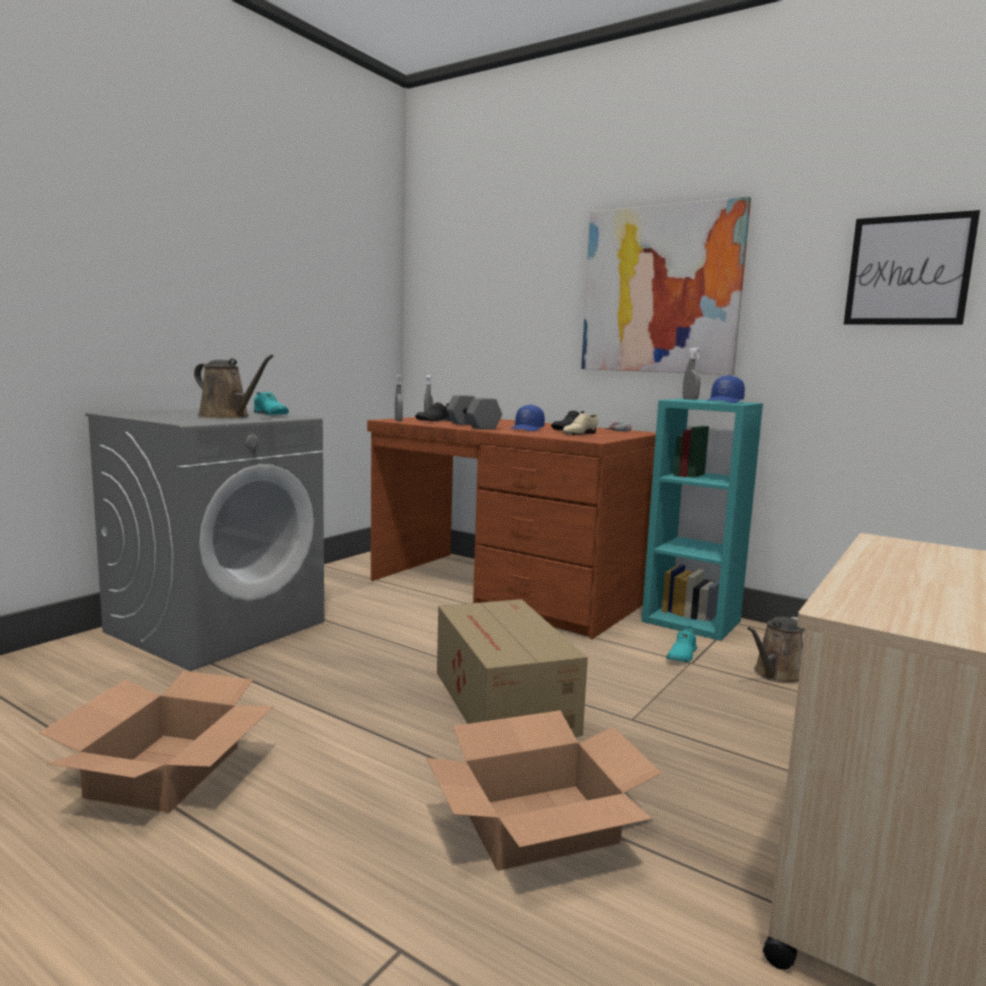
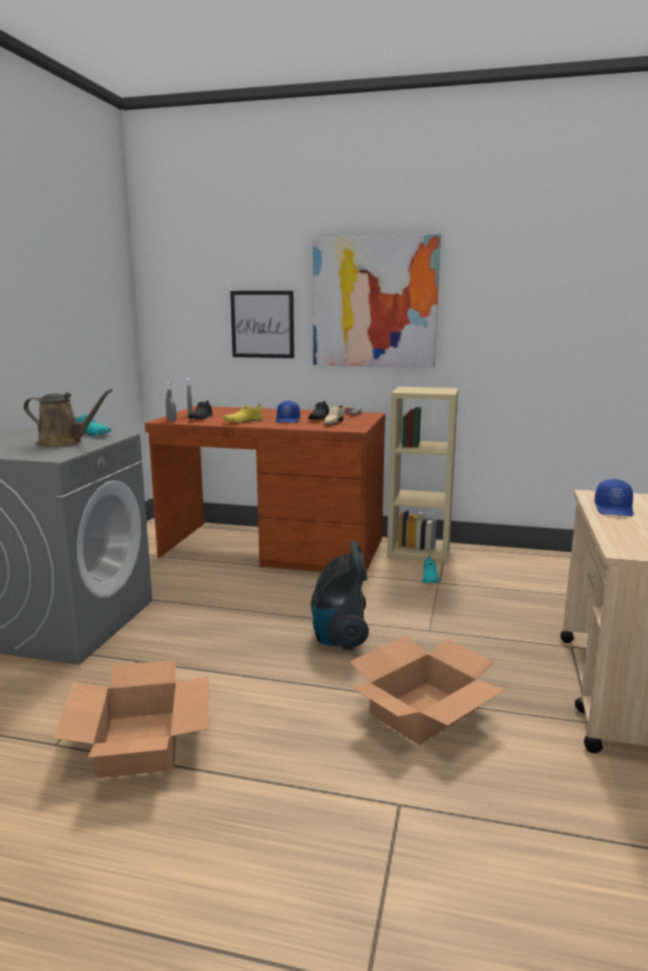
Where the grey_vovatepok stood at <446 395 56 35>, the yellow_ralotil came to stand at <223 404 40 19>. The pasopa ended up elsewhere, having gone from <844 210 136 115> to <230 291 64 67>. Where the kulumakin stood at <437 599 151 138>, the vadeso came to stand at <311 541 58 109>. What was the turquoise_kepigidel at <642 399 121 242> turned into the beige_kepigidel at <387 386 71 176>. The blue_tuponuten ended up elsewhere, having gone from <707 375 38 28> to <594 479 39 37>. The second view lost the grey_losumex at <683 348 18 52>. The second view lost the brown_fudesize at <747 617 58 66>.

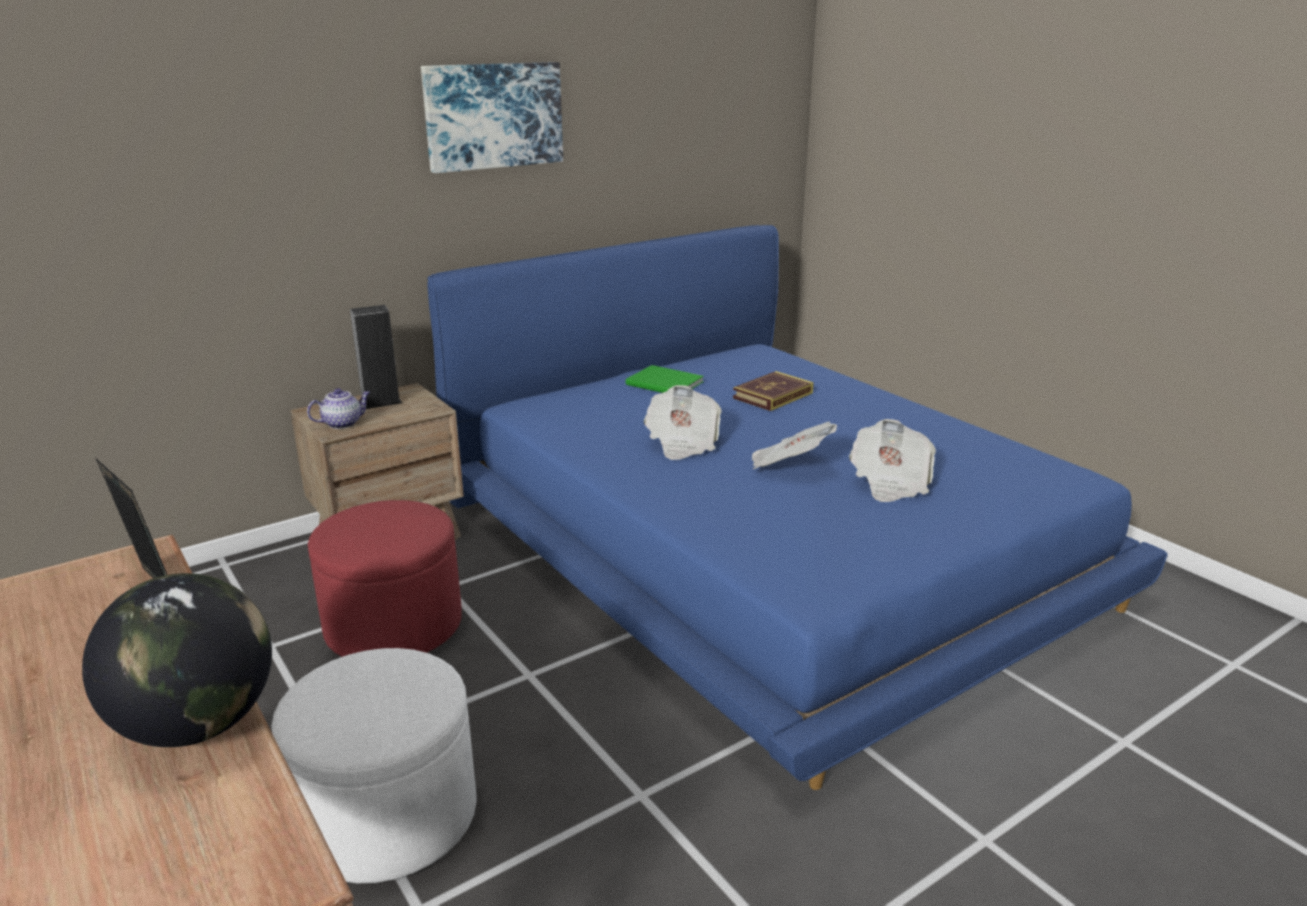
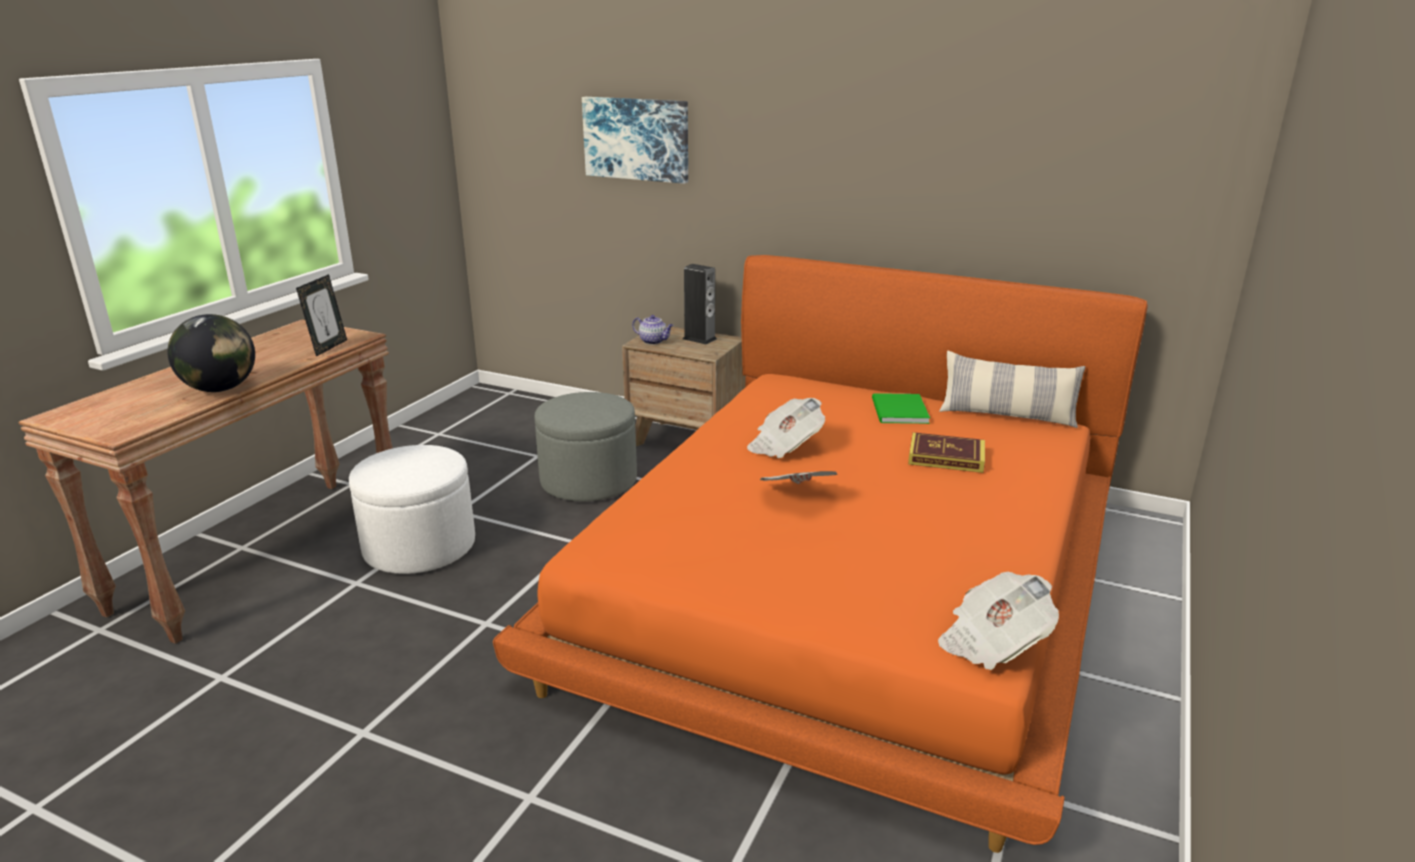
What was the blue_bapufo at <427 225 741 565> turned into the orange_bapufo at <493 255 655 598>. What was the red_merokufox at <308 500 154 157> turned into the grey_merokufox at <534 392 103 109>. The pasopa ended up elsewhere, having gone from <421 62 142 111> to <582 97 106 87>. The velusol ended up elsewhere, having gone from <849 419 87 83> to <938 572 121 98>. The second view gained the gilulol at <939 350 146 78>.

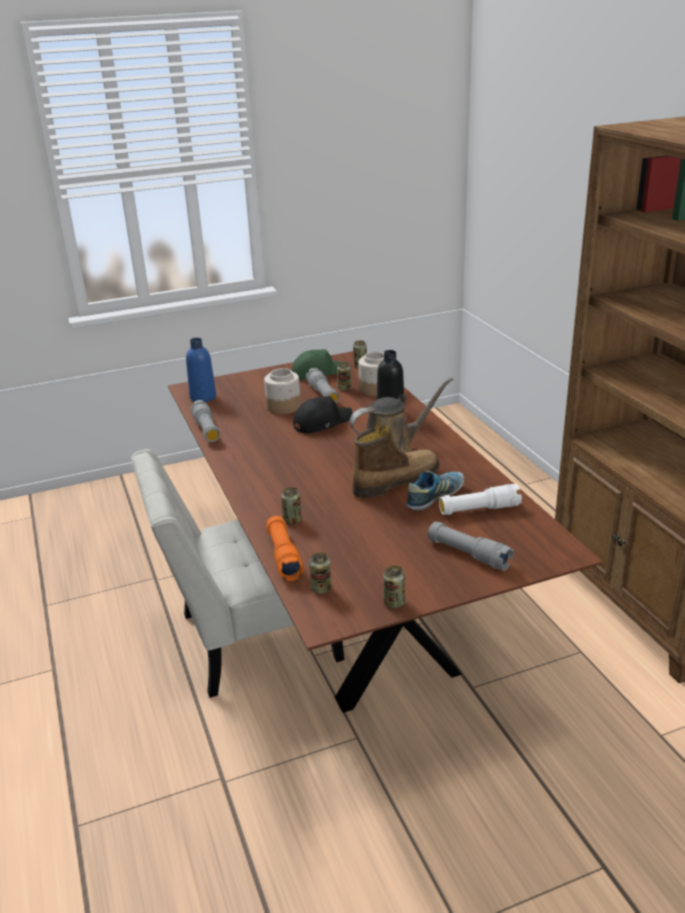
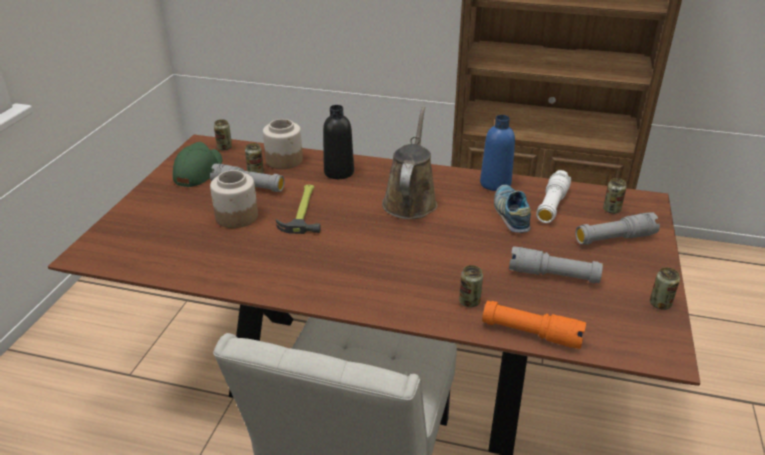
Where the black_tuponuten stood at <293 396 59 37>, the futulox came to stand at <276 185 45 49>. The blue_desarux ended up elsewhere, having gone from <186 338 30 64> to <480 115 35 76>. The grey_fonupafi ended up elsewhere, having gone from <191 400 29 42> to <509 246 94 37>. The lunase ended up elsewhere, having gone from <309 552 23 42> to <603 178 24 36>. The second view lost the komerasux at <353 425 87 73>.

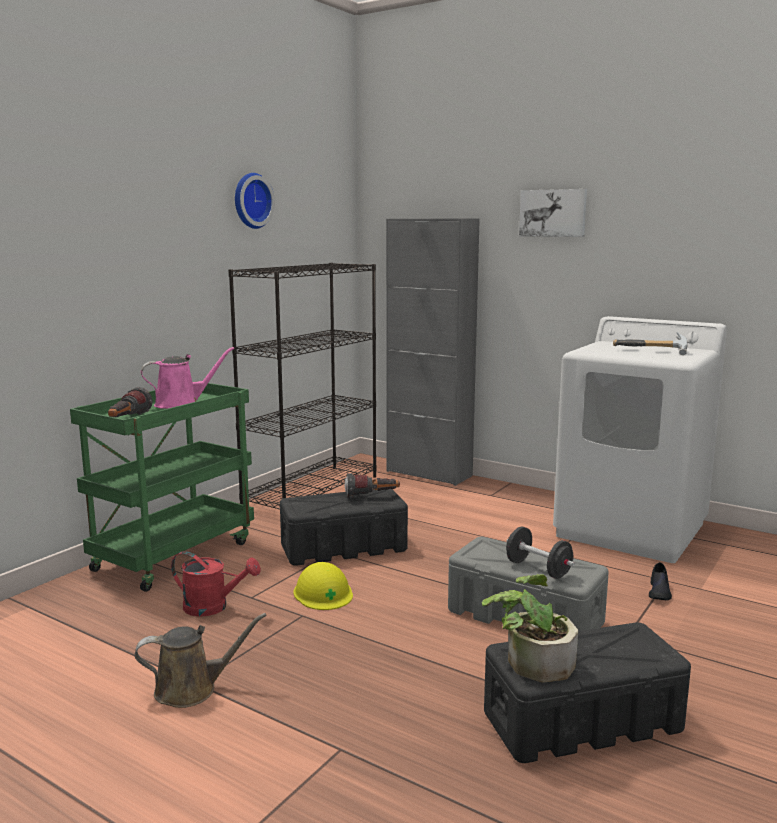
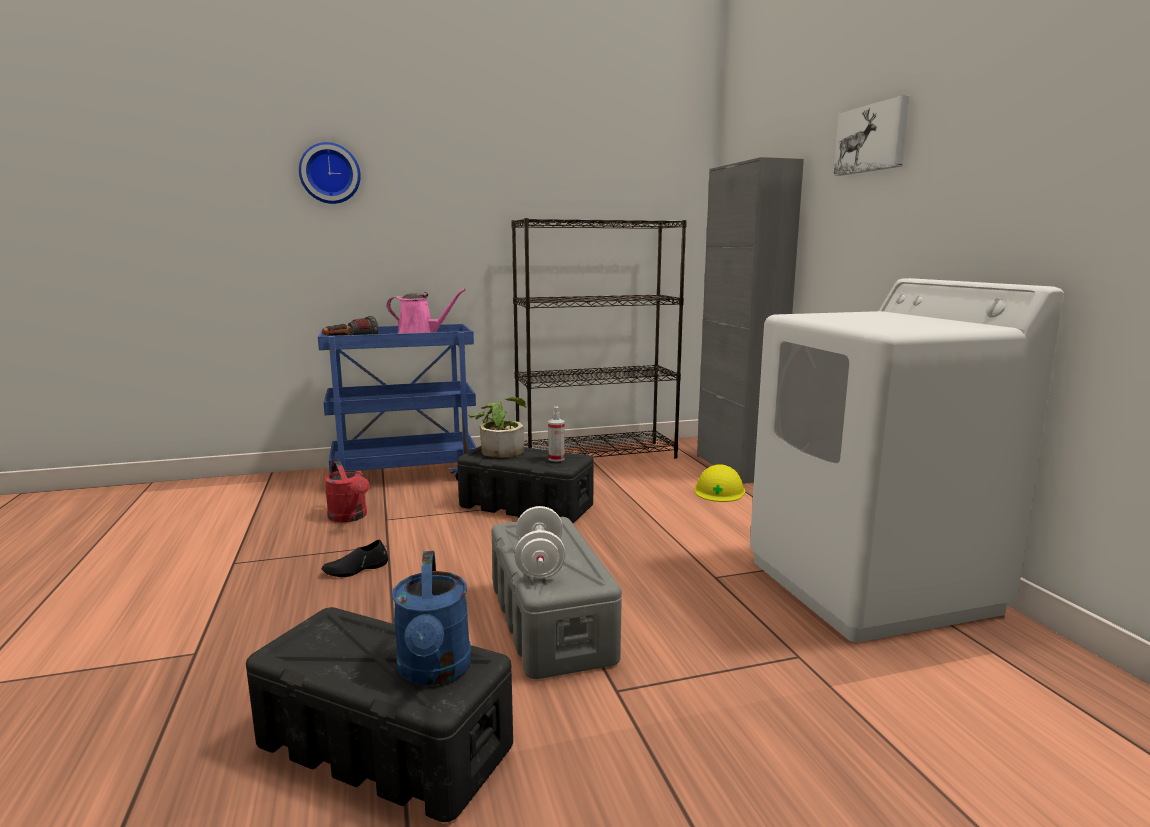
The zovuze ended up elsewhere, having gone from <235 173 40 56> to <299 142 62 62>. What was the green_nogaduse at <70 381 184 211> turned into the blue_nogaduse at <318 324 159 156>. The black_ralotil ended up elsewhere, having gone from <649 562 23 38> to <322 539 66 38>. The second view gained the blue_fudesize at <392 551 79 134>. The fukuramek ended up elsewhere, having gone from <482 574 96 109> to <468 397 59 61>. What was the black_vovatepok at <506 527 69 52> turned into the white_vovatepok at <515 506 50 73>. Where the fonupafi stood at <345 473 55 25>, the losumex came to stand at <548 406 17 56>. The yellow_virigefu ended up elsewhere, having gone from <293 562 60 48> to <695 464 50 38>. The second view lost the brown_fudesize at <135 613 131 95>. The second view lost the futulox at <613 332 75 23>.

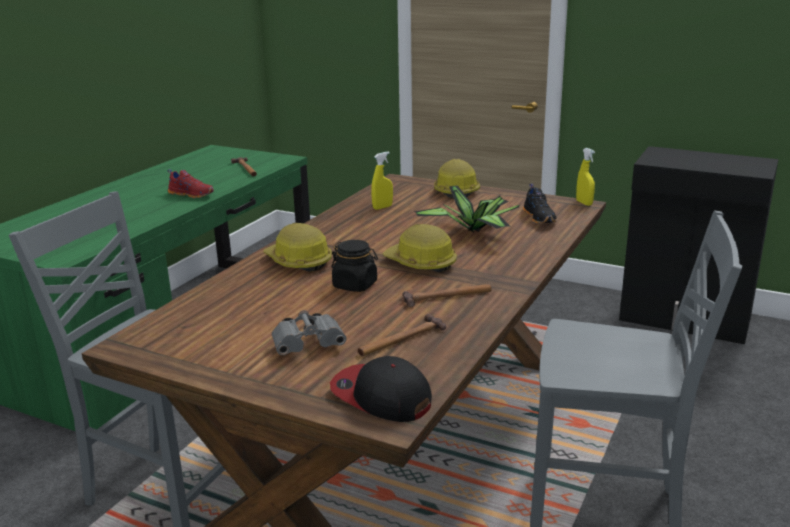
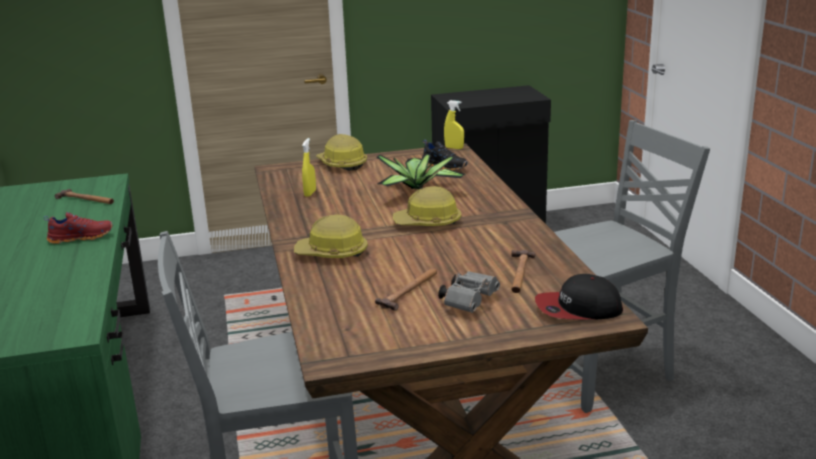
The futulox ended up elsewhere, having gone from <403 284 88 23> to <375 268 62 43>. The second view lost the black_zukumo at <331 240 47 52>.

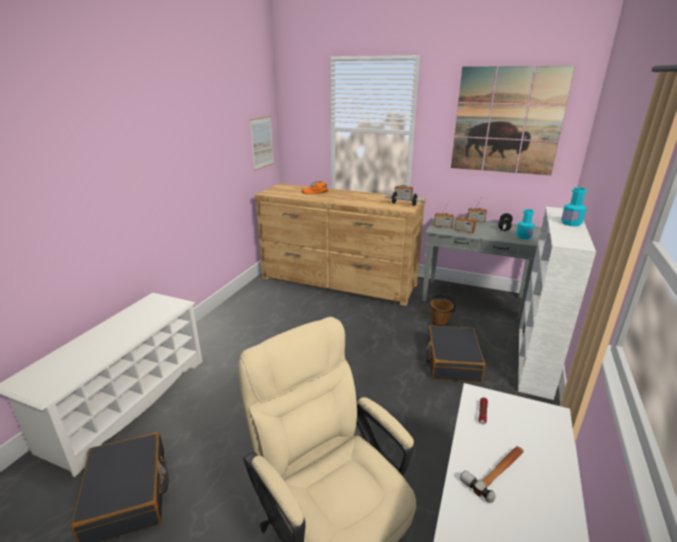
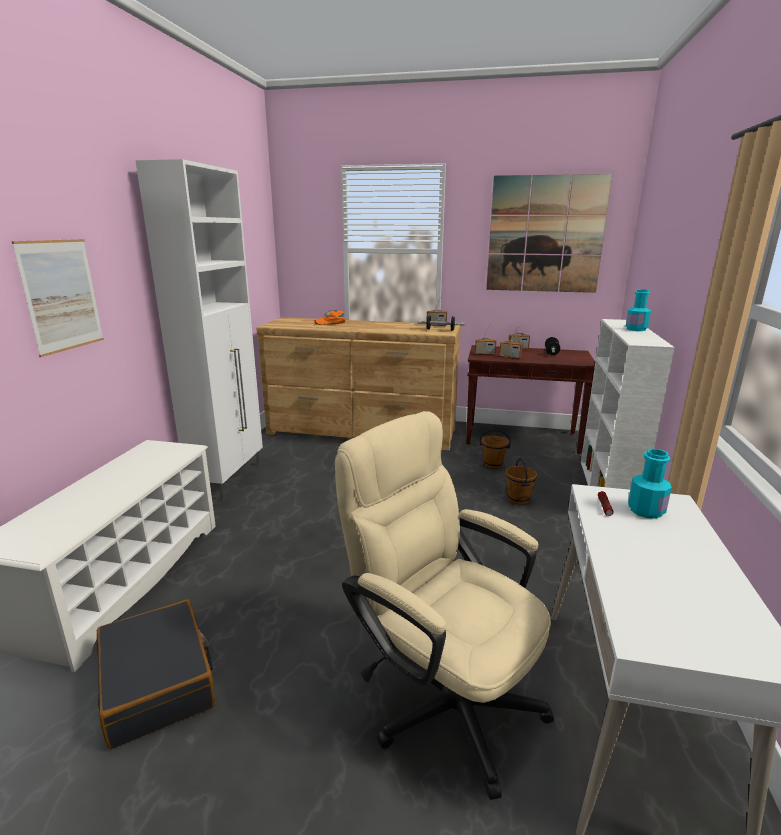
The pasopa ended up elsewhere, having gone from <250 116 24 55> to <12 239 92 118>. The second view gained the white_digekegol at <135 159 128 342>. What was the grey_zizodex at <422 217 119 102> turned into the brown_zizodex at <466 345 129 109>. Where the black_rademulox stood at <426 325 60 58>, the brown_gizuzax came to stand at <506 458 31 47>. The turquoise_desarux ended up elsewhere, having gone from <516 209 19 30> to <628 449 44 70>. The second view lost the futulox at <460 446 64 57>.

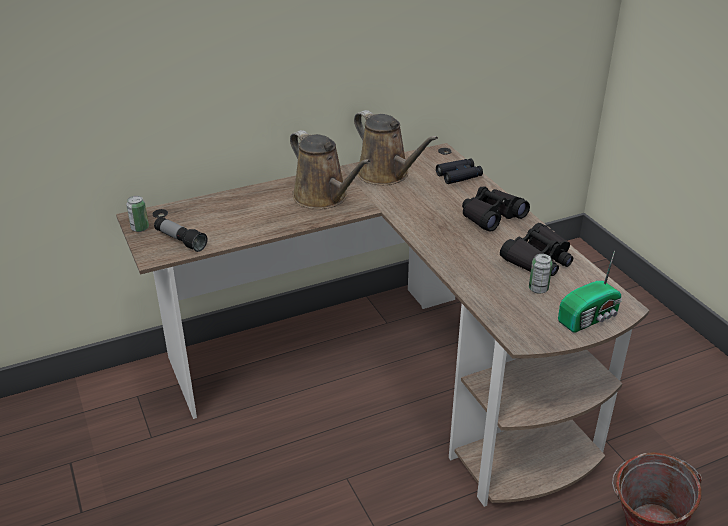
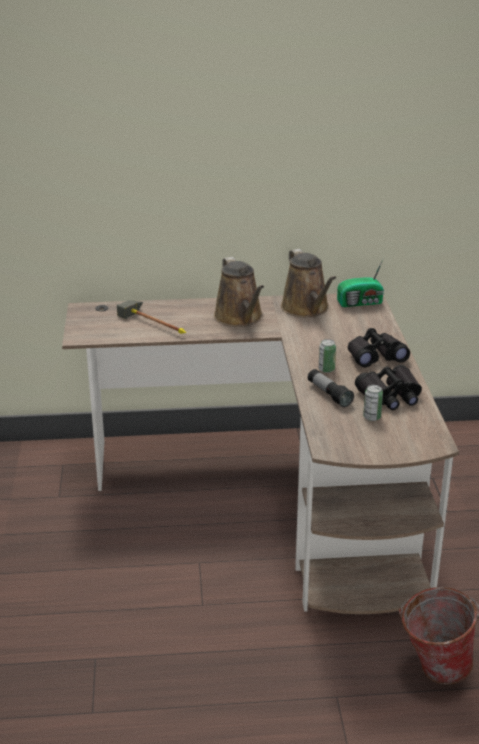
The second view gained the futulox at <117 300 69 34>. The fonupafi ended up elsewhere, having gone from <154 217 54 35> to <308 369 46 38>. The lunase ended up elsewhere, having gone from <126 196 23 36> to <319 339 17 34>. The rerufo ended up elsewhere, having gone from <558 251 64 82> to <337 257 47 50>. The second view lost the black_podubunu at <436 158 47 26>.

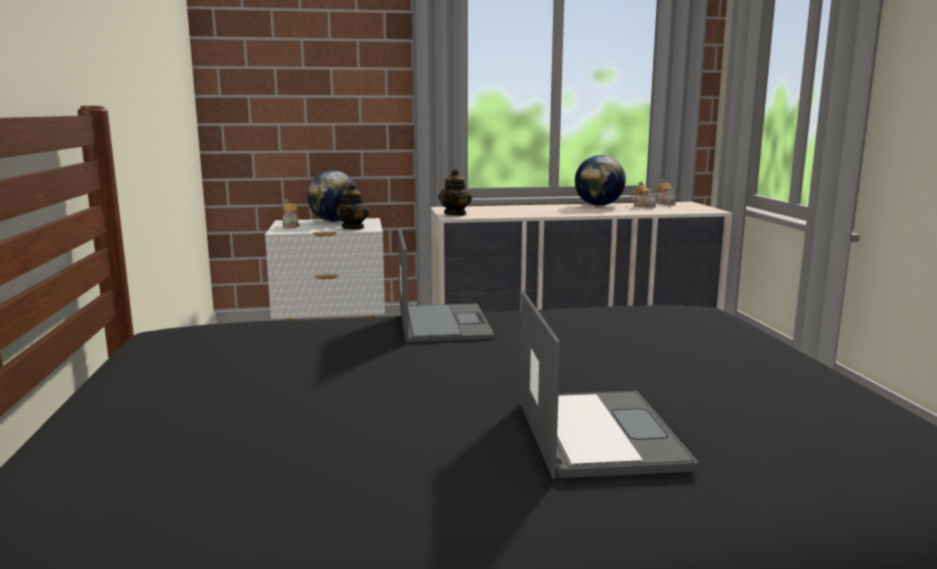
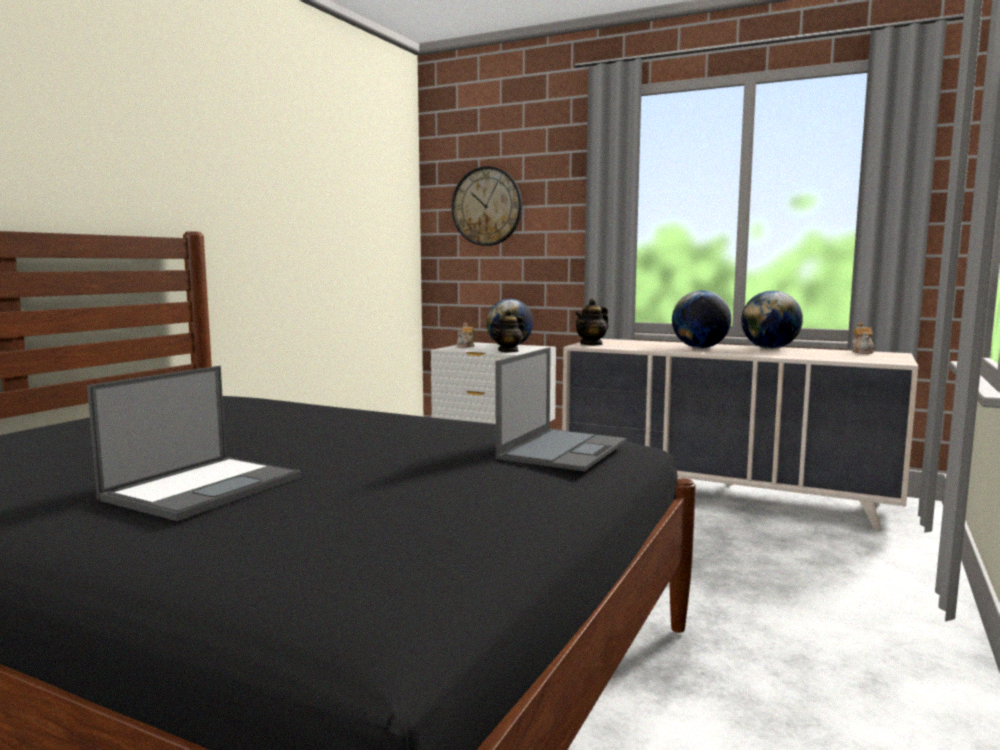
The second view gained the zovuze at <452 166 70 80>. The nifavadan ended up elsewhere, having gone from <398 229 97 113> to <496 348 130 123>. The second view gained the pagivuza at <672 290 59 58>. The second view lost the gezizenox at <630 181 28 27>.

